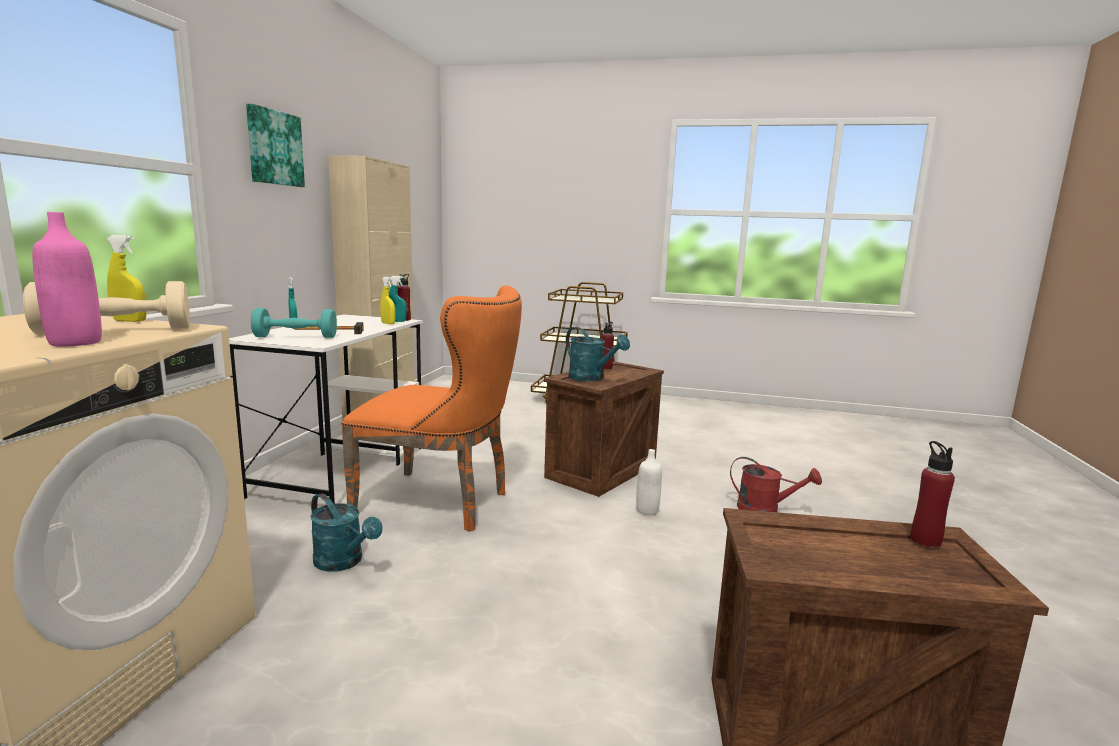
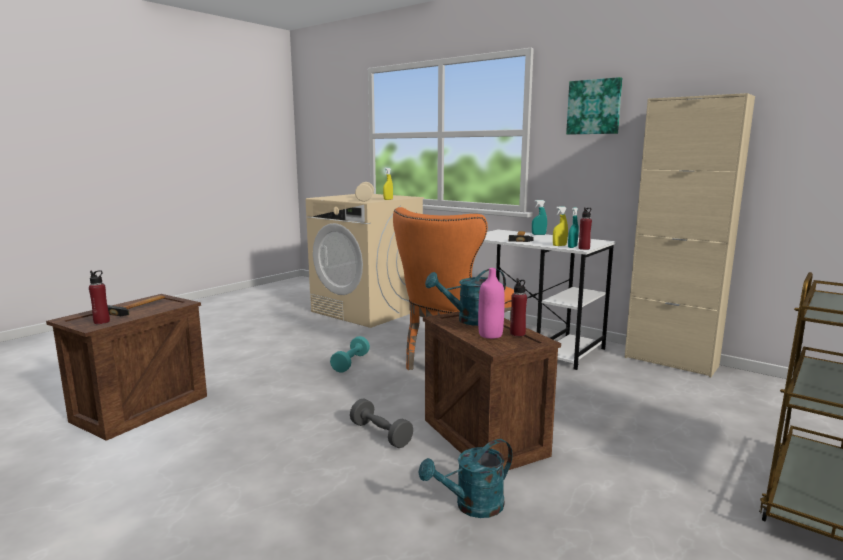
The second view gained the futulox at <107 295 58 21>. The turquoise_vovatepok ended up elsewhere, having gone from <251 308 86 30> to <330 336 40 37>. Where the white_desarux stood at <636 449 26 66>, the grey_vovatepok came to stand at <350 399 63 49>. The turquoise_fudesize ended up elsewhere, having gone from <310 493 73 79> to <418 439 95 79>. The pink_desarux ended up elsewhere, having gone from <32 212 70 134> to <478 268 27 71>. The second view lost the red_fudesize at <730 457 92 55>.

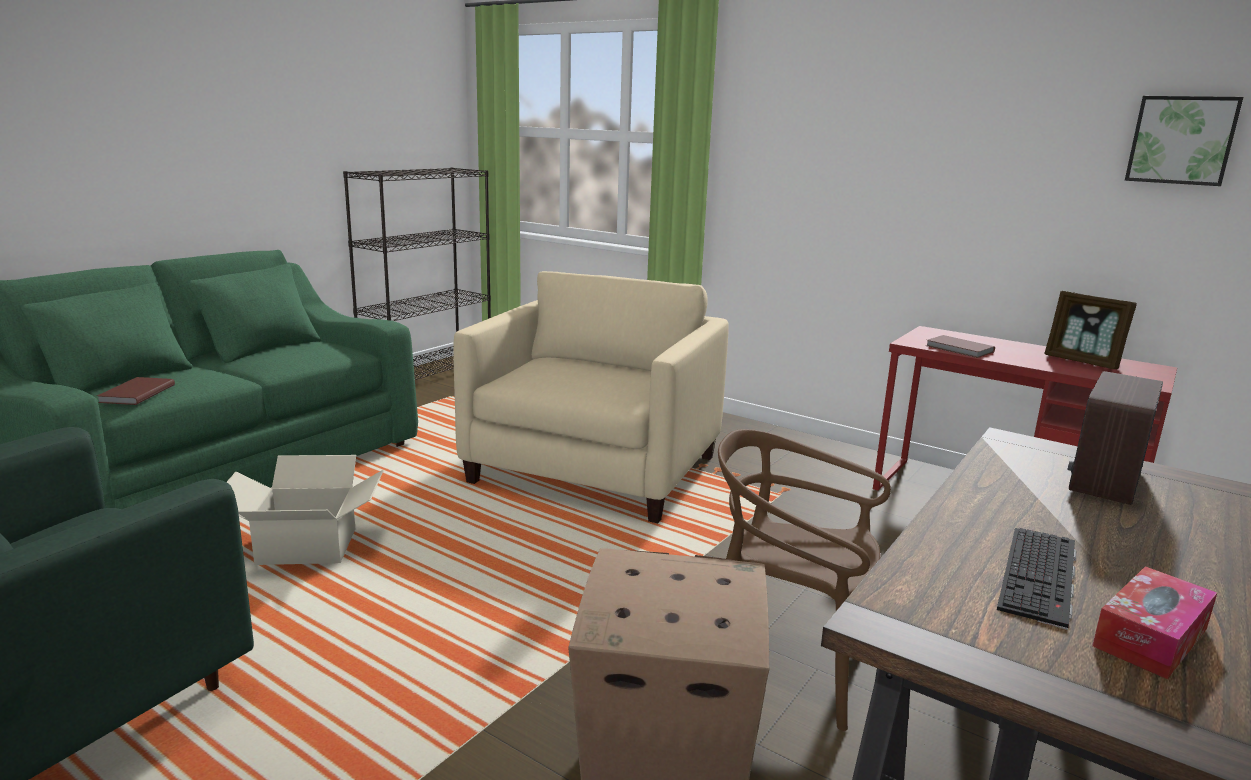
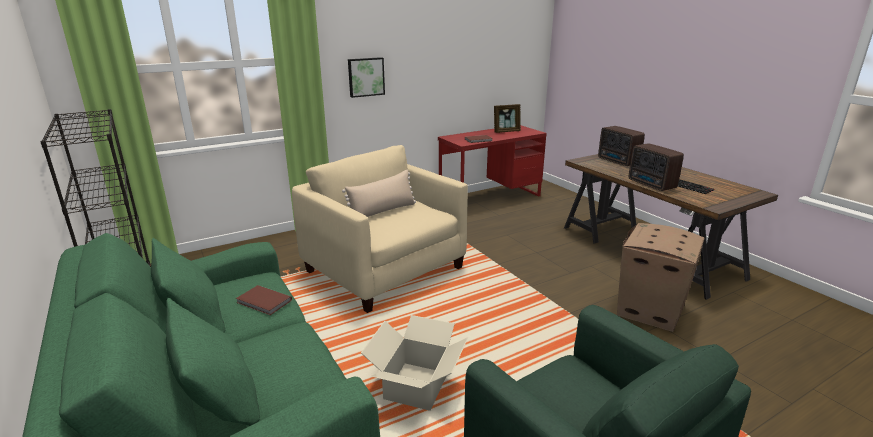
The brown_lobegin ended up elsewhere, having gone from <97 377 78 28> to <236 285 56 30>. The second view gained the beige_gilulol at <342 170 74 47>. The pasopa ended up elsewhere, having gone from <1125 96 118 90> to <348 57 37 41>. The second view gained the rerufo at <629 143 55 48>. The second view lost the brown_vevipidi at <718 429 173 302>. The second view lost the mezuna at <1092 566 125 114>.

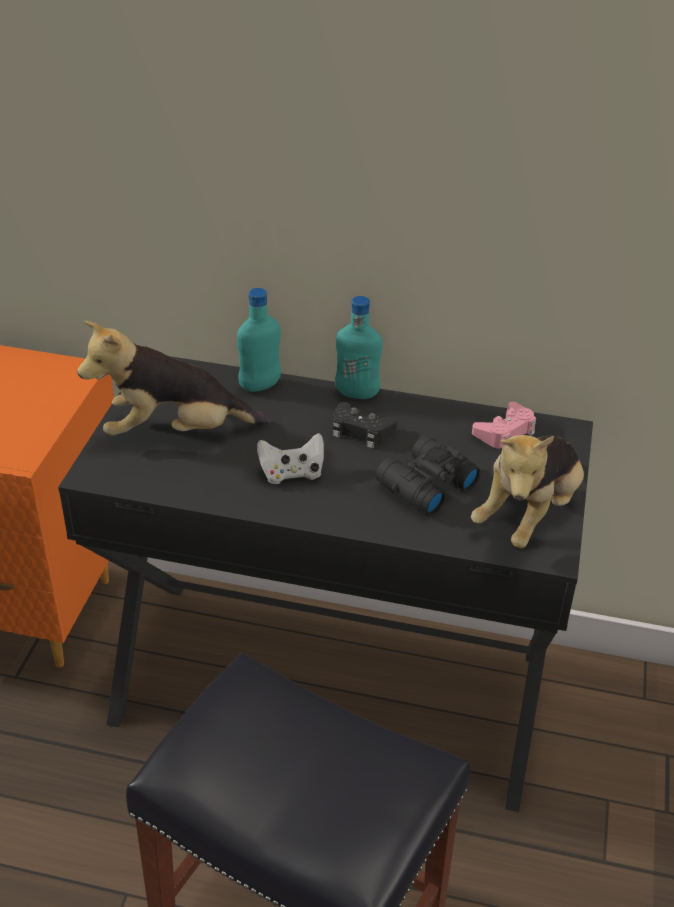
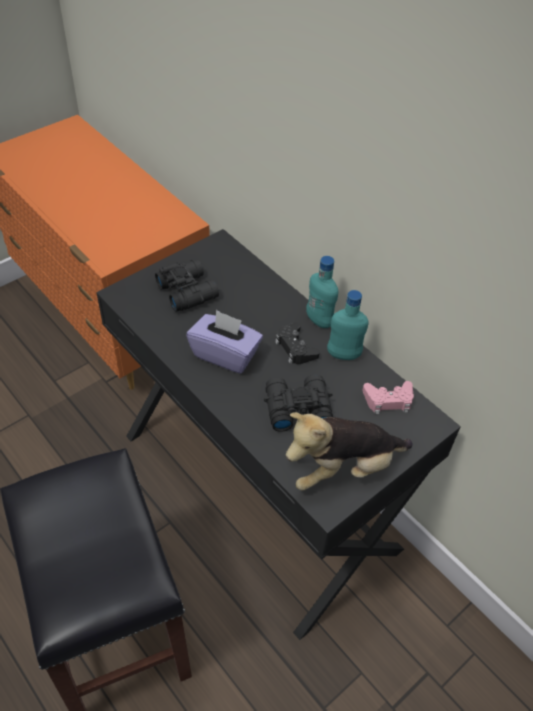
Where the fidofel stood at <77 321 193 115>, the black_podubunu came to stand at <155 259 64 53>. Where the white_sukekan stood at <257 433 67 51>, the purple_mezuna came to stand at <187 310 76 64>. The turquoise_desarux ended up elsewhere, having gone from <237 288 44 104> to <327 290 42 70>.

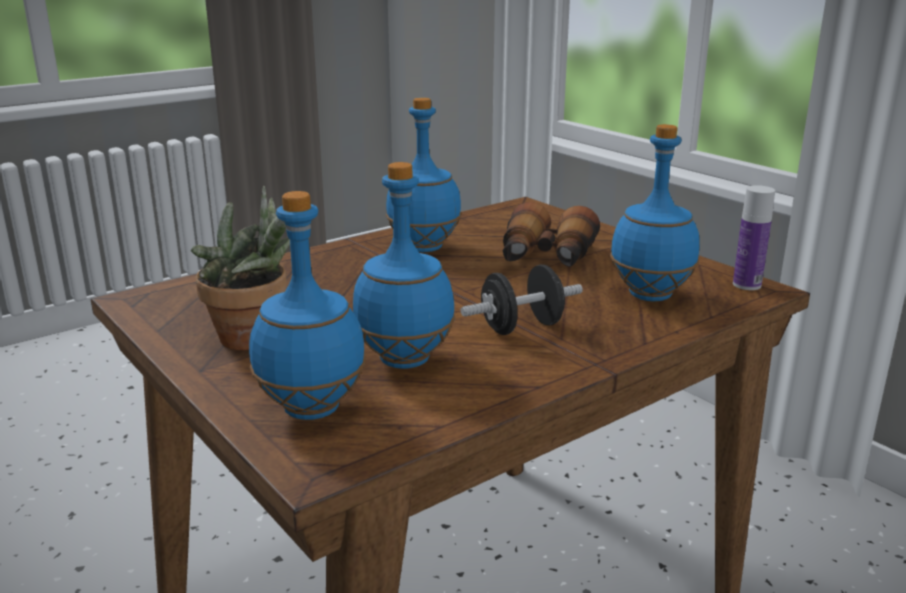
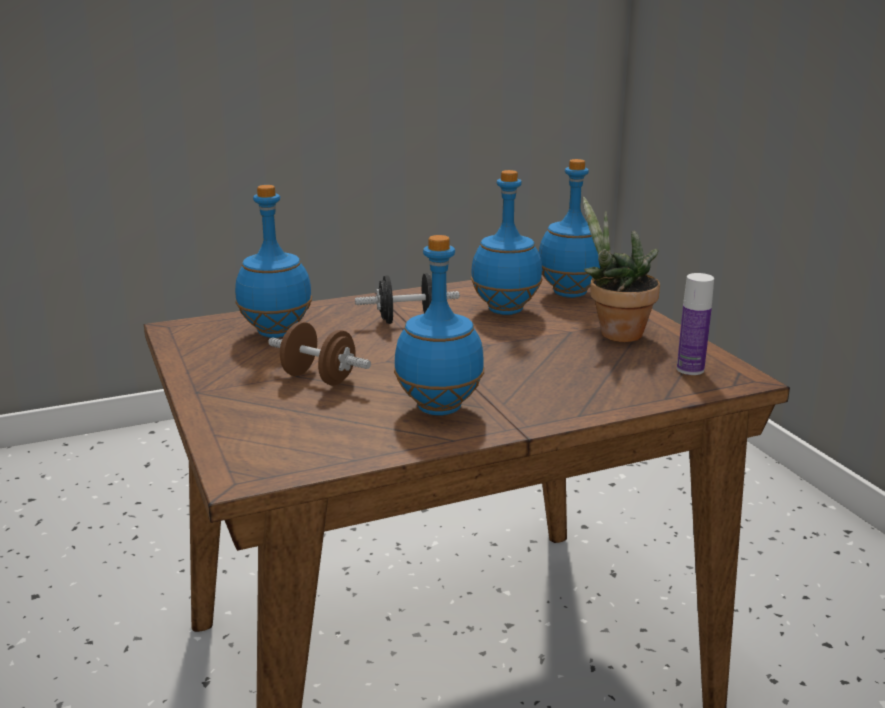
Where the podubunu stood at <502 202 98 65>, the brown_vovatepok came to stand at <268 322 103 63>. The desarux ended up elsewhere, having gone from <733 185 42 105> to <677 273 37 102>.

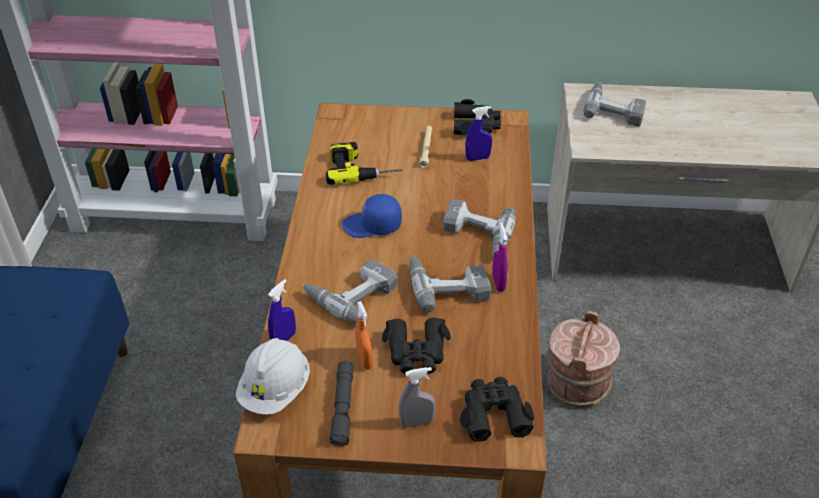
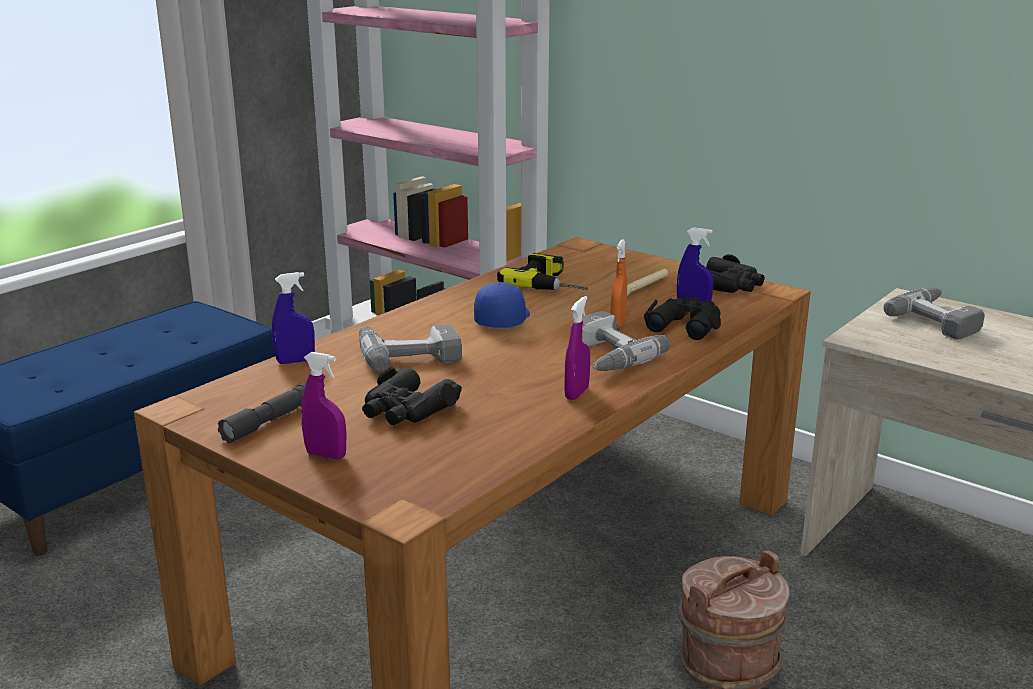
What was the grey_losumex at <399 367 37 61> turned into the purple_losumex at <301 352 45 107>. The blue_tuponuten at <342 194 60 44> ended up facing another way, 75 degrees clockwise from before. The orange_losumex ended up elsewhere, having gone from <355 301 18 68> to <611 239 16 88>. The black_podubunu ended up elsewhere, having gone from <460 377 74 65> to <644 297 77 43>. The second view lost the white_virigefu at <236 338 74 77>. The second view lost the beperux at <409 256 82 56>.

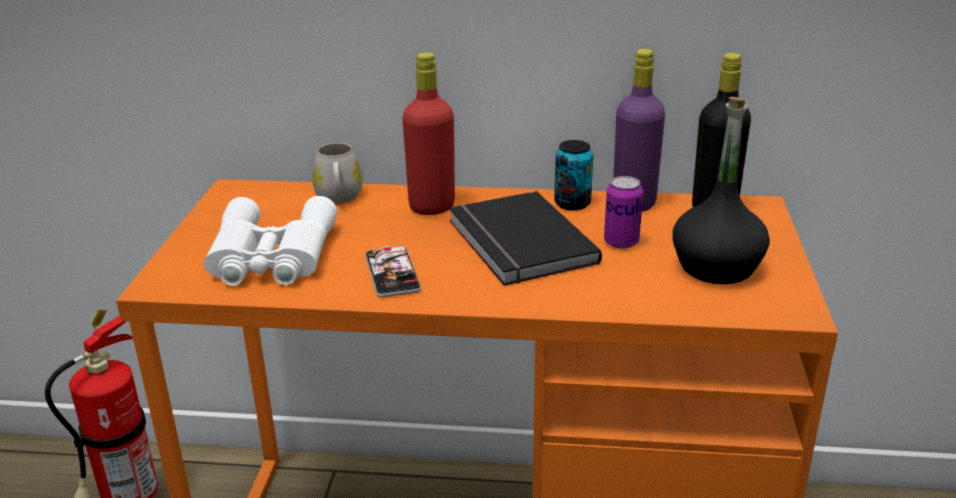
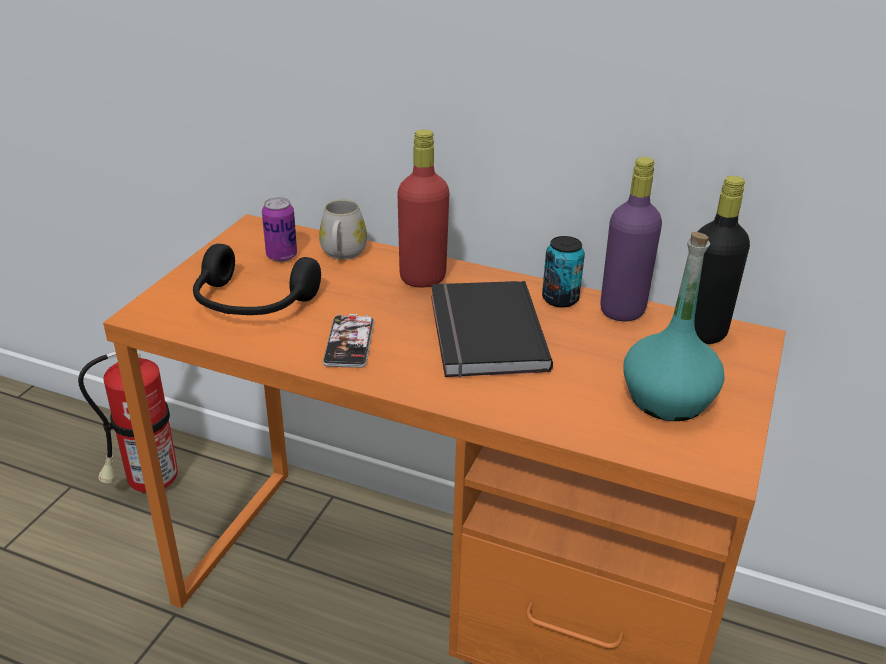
Where the white_podubunu stood at <204 196 133 90>, the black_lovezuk came to stand at <193 244 128 71>. The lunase ended up elsewhere, having gone from <604 176 39 73> to <262 197 35 65>. What was the black_desarux at <672 97 98 187> turned into the turquoise_desarux at <623 232 102 189>.

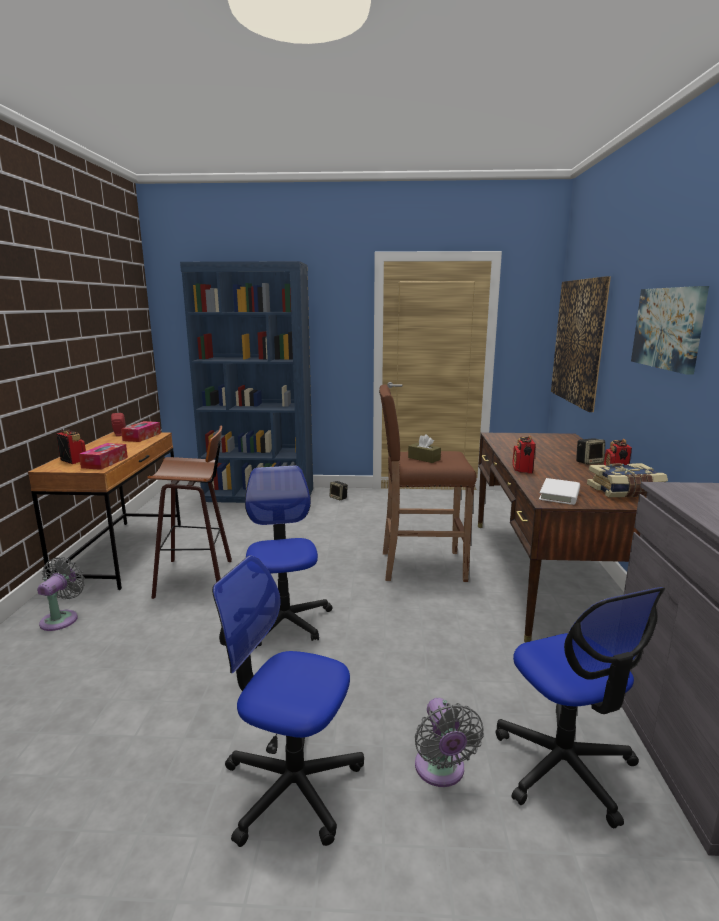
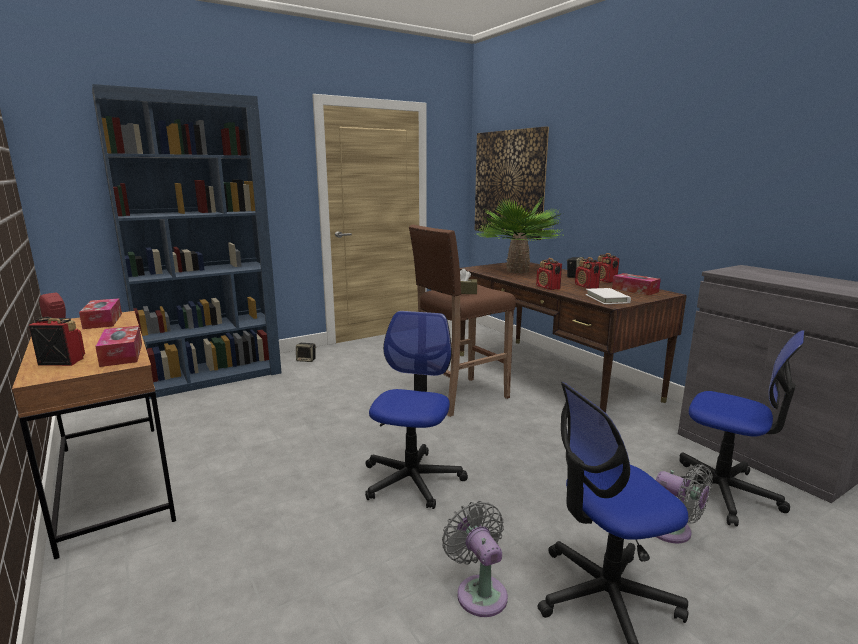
The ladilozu at <245 466 88 183> ended up facing another way, 60 degrees clockwise from before. The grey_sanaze ended up elsewhere, having gone from <37 557 48 74> to <442 501 66 116>. The second view gained the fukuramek at <476 196 87 77>. The second view gained the rerufo at <575 257 26 32>. Where the lobegin stood at <587 463 81 34>, the mezuna came to stand at <612 273 49 22>. The second view lost the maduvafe at <147 426 85 173>. The second view lost the pasopa at <631 286 78 89>.

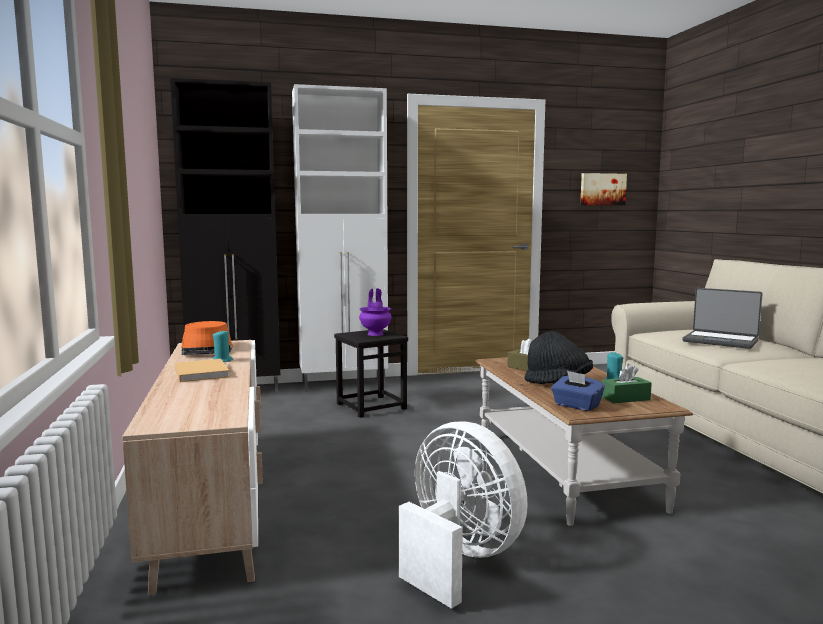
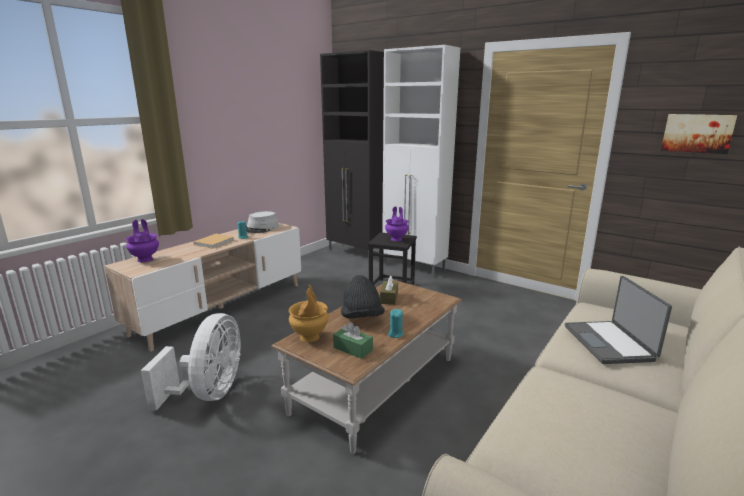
The second view gained the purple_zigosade at <125 219 34 43>. What was the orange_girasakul at <181 321 52 34> turned into the grey_girasakul at <246 211 33 22>. Where the blue_mezuna stood at <551 371 54 40>, the brown_zigosade came to stand at <289 285 40 57>.

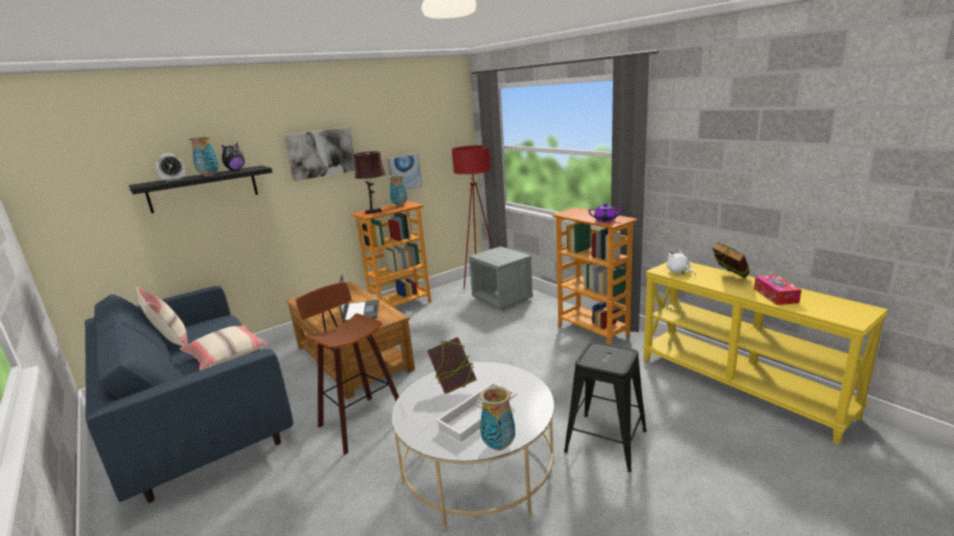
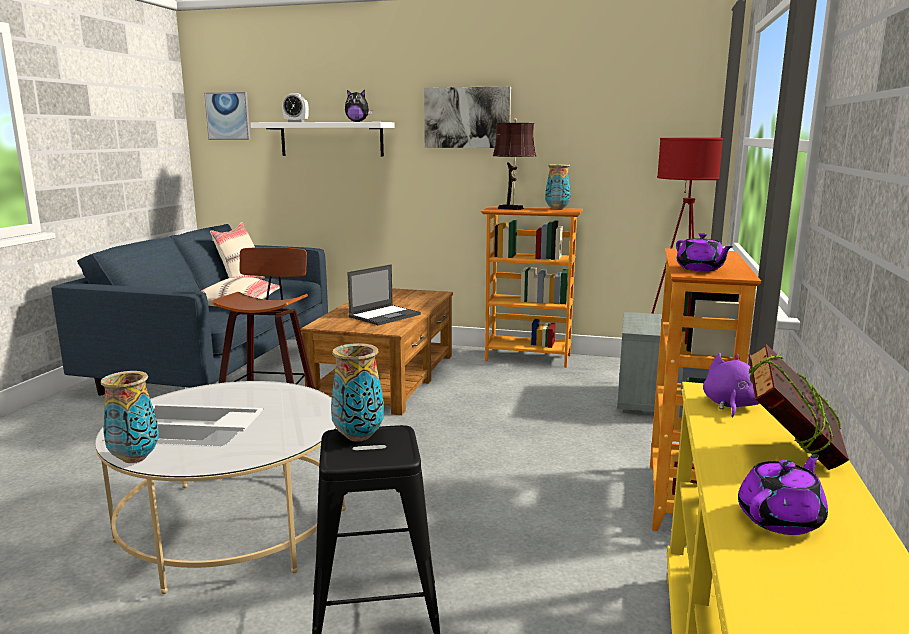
The pasopa ended up elsewhere, having gone from <387 153 35 37> to <204 92 46 48>. What was the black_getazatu at <129 165 144 48> turned into the white_getazatu at <251 122 144 34>. The zigosade ended up elsewhere, having gone from <189 136 30 41> to <331 343 53 99>. What was the white_fidofel at <666 250 30 25> turned into the purple_fidofel at <703 353 57 65>. Where the mezuna stood at <754 275 47 30>, the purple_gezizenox came to stand at <738 454 90 81>. The second view lost the lobegin at <427 337 50 57>.

